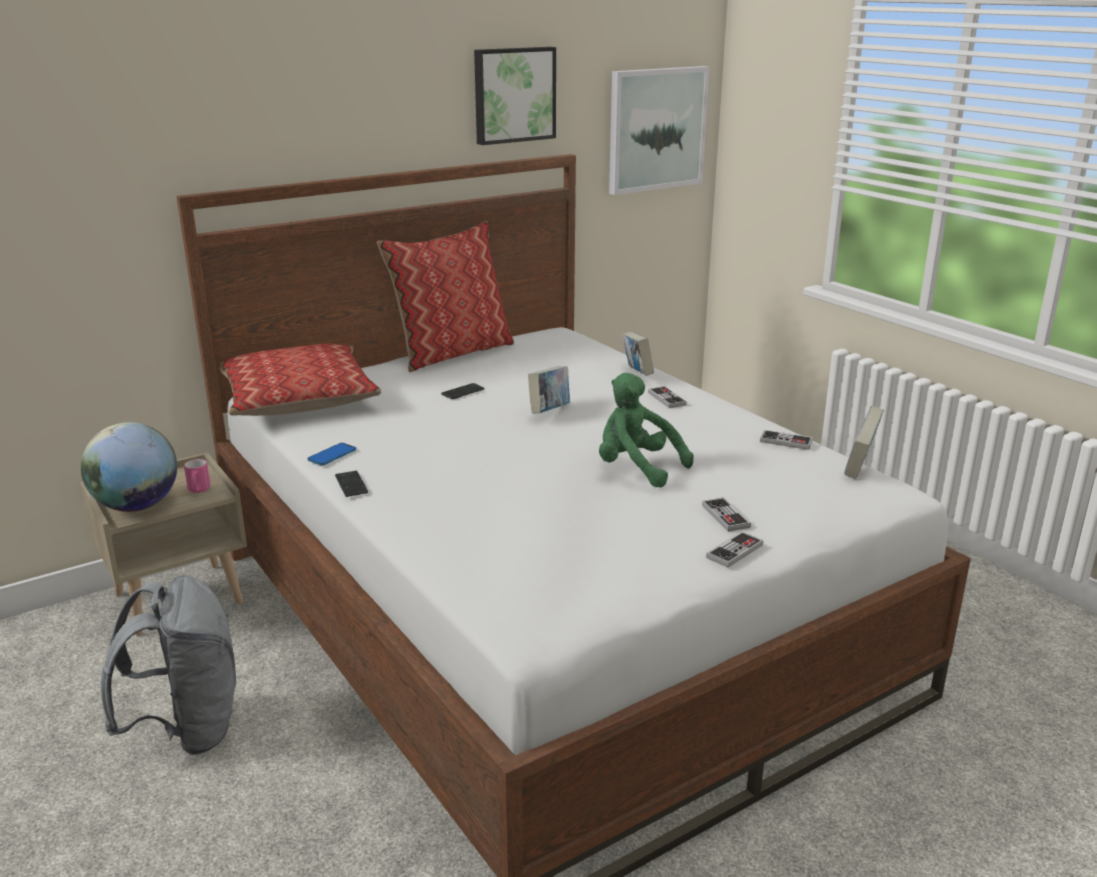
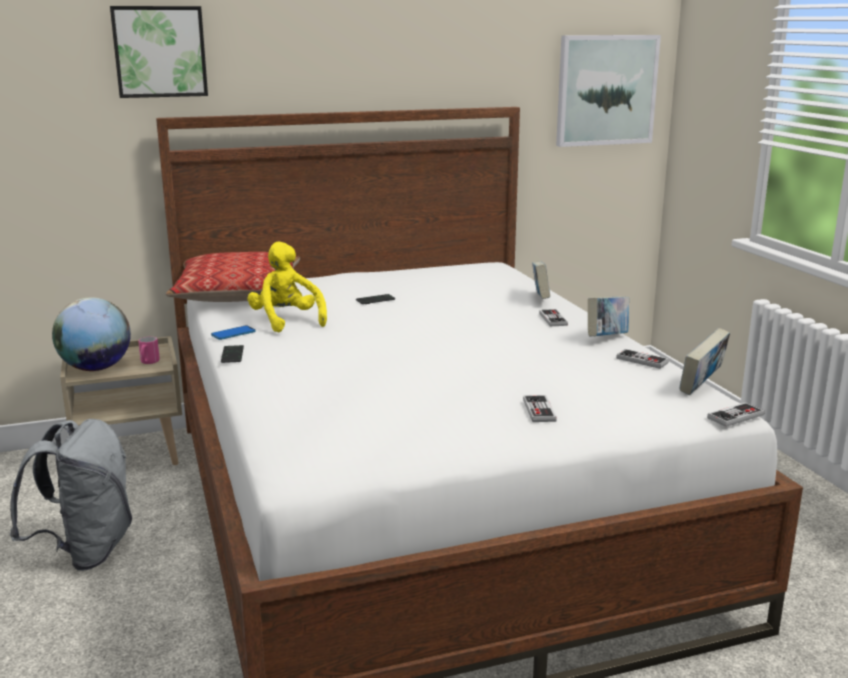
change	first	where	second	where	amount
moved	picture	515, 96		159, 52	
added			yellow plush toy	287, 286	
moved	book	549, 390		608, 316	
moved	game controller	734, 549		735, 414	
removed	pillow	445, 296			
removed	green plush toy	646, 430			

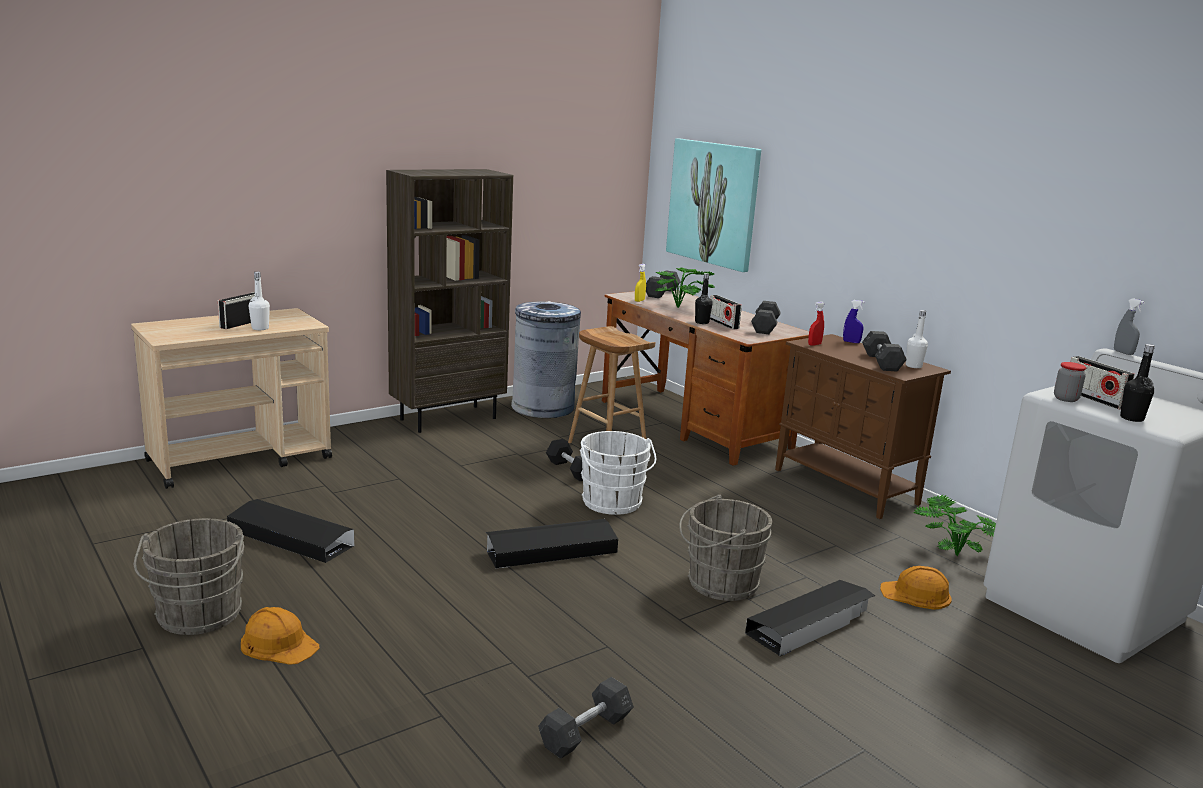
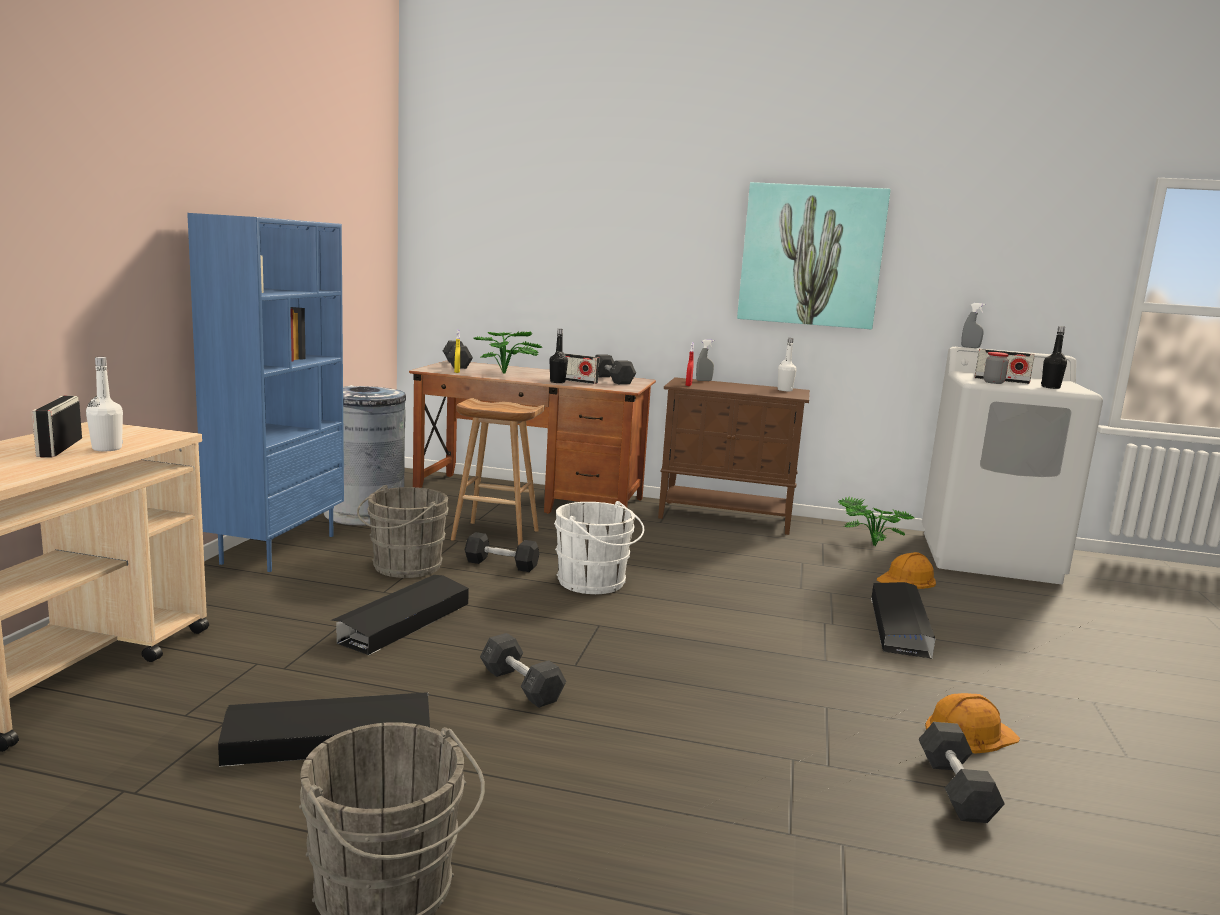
change	first	where	second	where	amount
recoloured	brown bookcase	449, 301	blue bookcase	265, 392	
moved	black storage box	552, 544		400, 615	
moved	grey bucket	725, 548		403, 531	
moved	grey dumbbell	884, 351		523, 670	
recoloured	blue spray bottle	854, 321	grey spray bottle	705, 360	
moved	picture	713, 205		814, 255	
moved	orange hard hat	280, 636		972, 723	

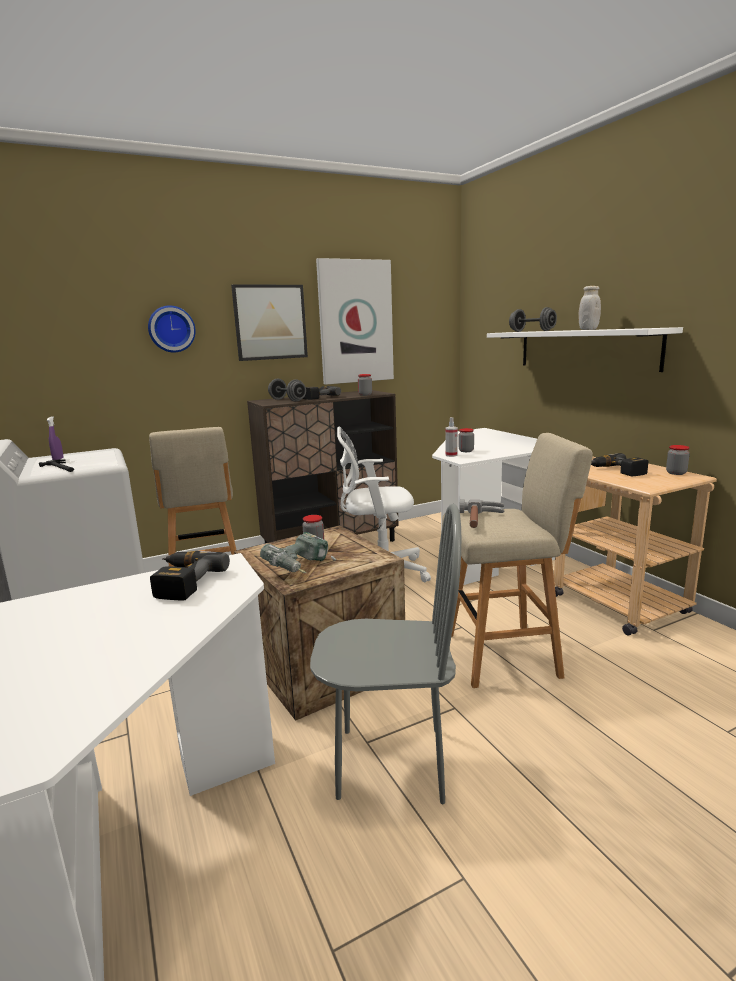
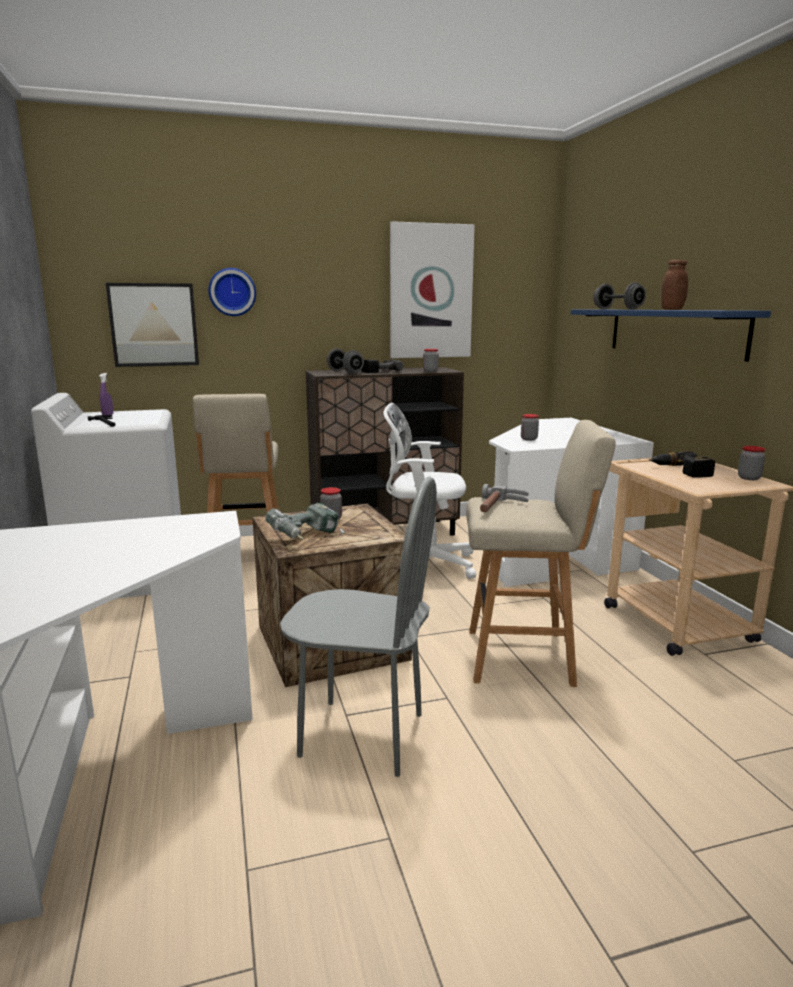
change	first	where	second	where	amount
moved	picture	269, 323		152, 325	
recoloured	white shelf	585, 349	blue shelf	671, 336	
recoloured	white jar	590, 308	brown jar	674, 285	
removed	power drill	190, 575			
removed	spray bottle	451, 437			

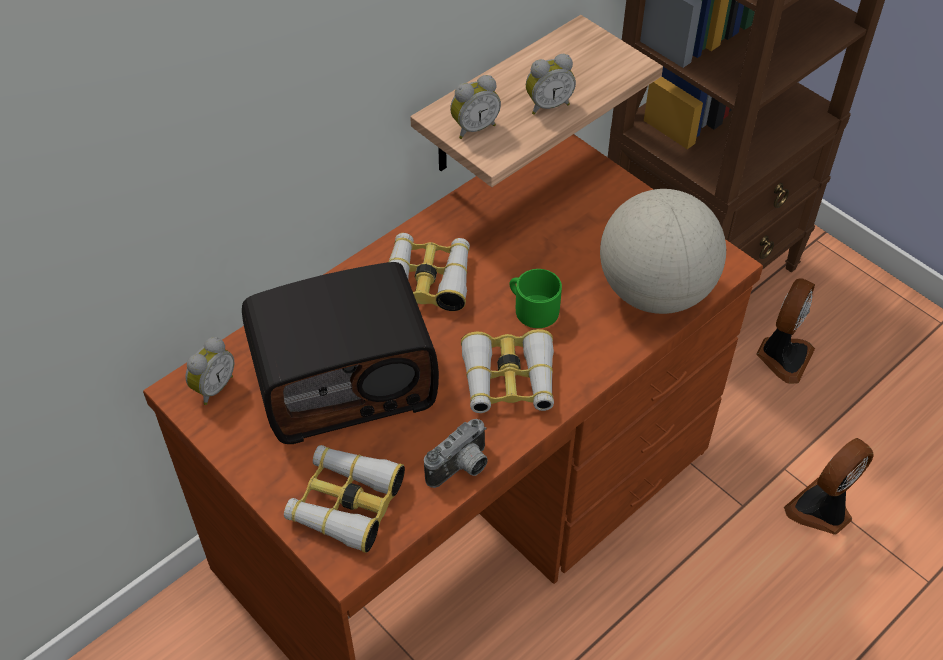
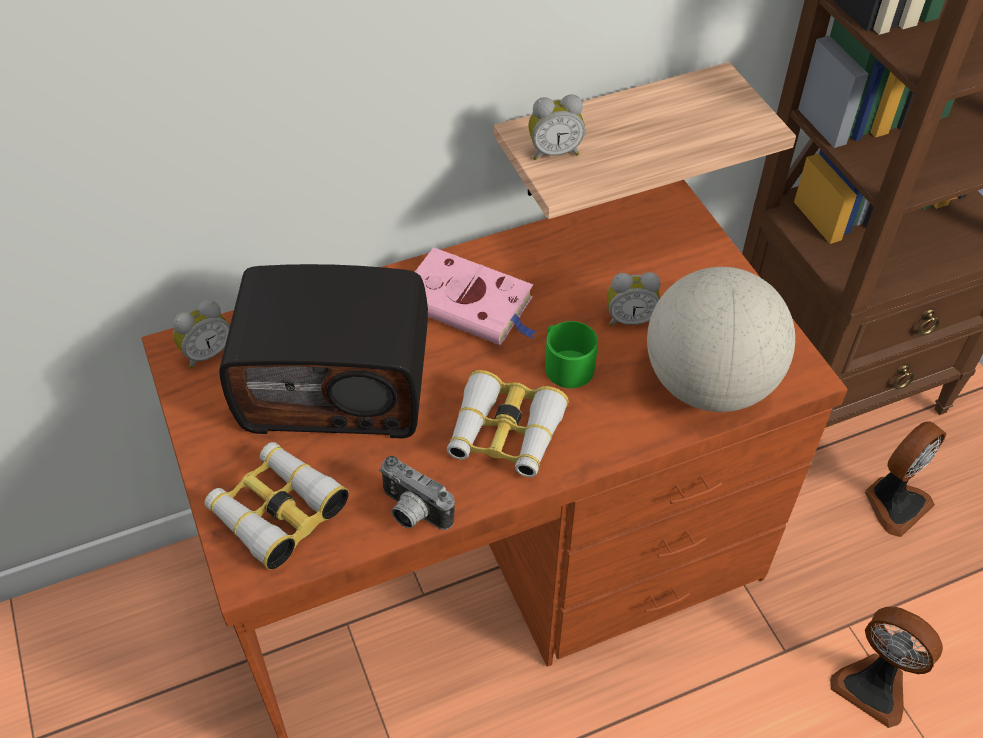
change	first	where	second	where	amount
turned	photo camera	456, 453		417, 493	60 degrees clockwise
replaced	binoculars	429, 272	pink book	475, 296	
moved	alarm clock	551, 84		633, 299	
turned	fan	829, 486		886, 667	120 degrees counterclockwise

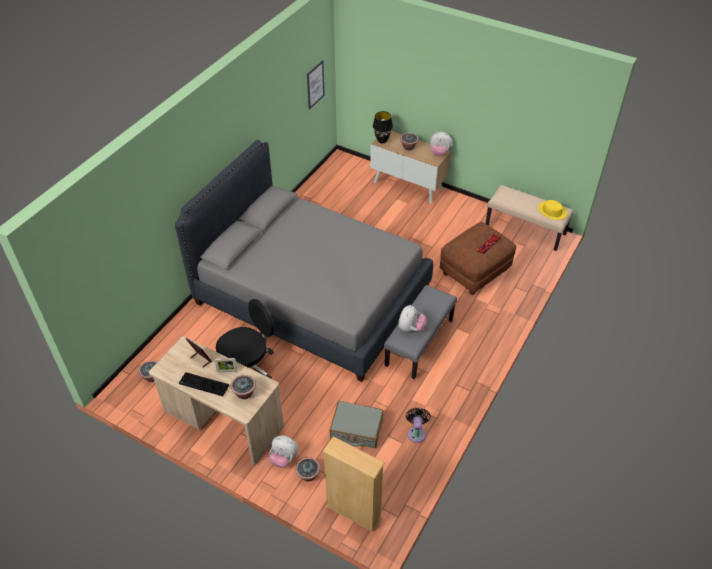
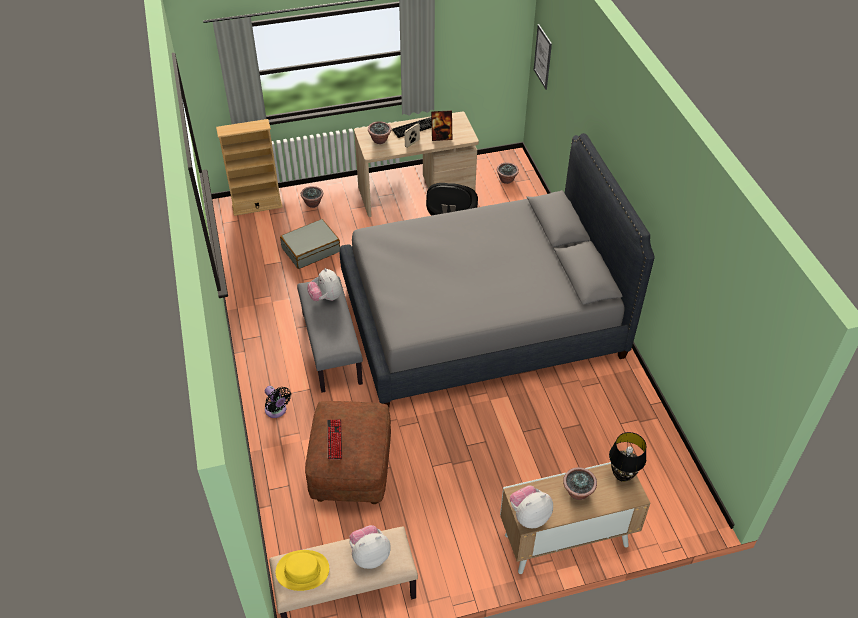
change	first	where	second	where	amount
moved	black fan	418, 425		278, 402	
moved	plush toy	283, 452		370, 547	
moved	picture	316, 85		543, 57	

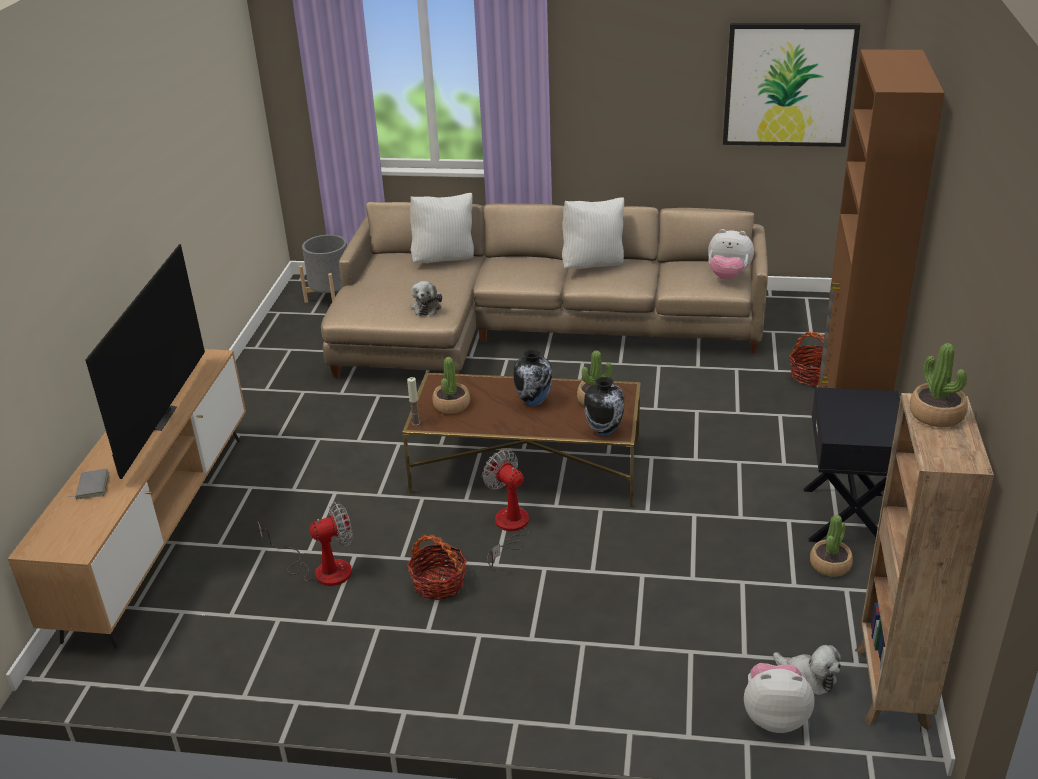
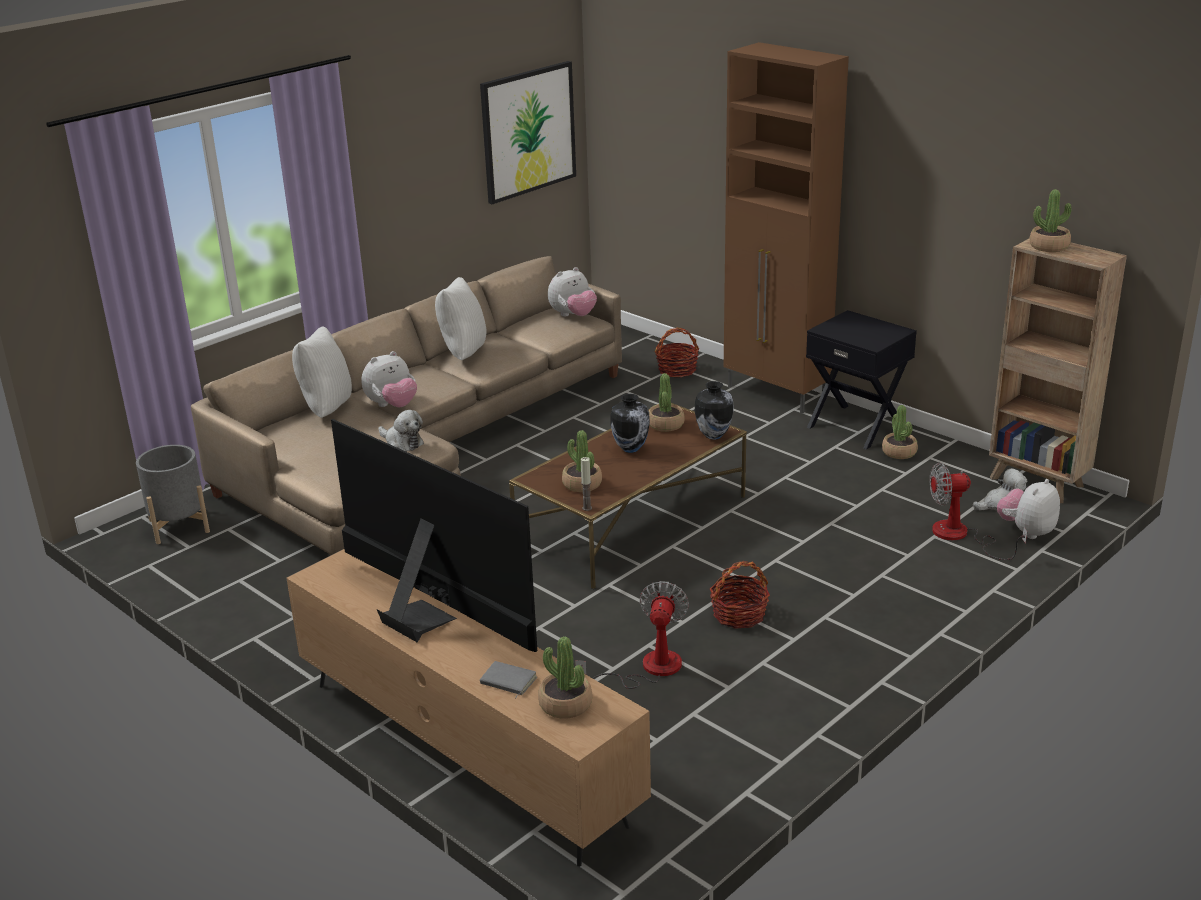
change	first	where	second	where	amount
added			plush toy	389, 379	
added			potted plant	565, 677	
moved	fan	506, 508		978, 511	

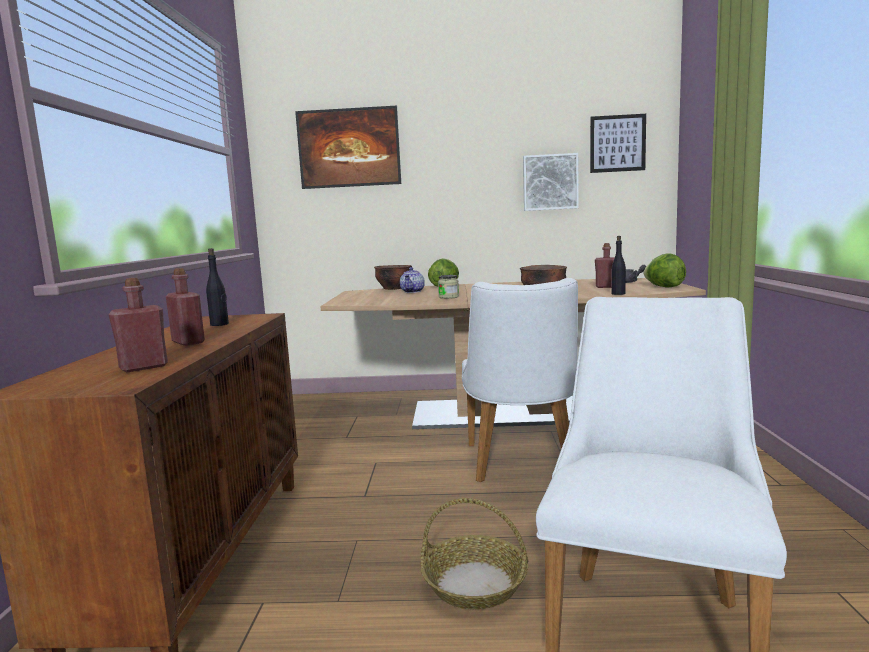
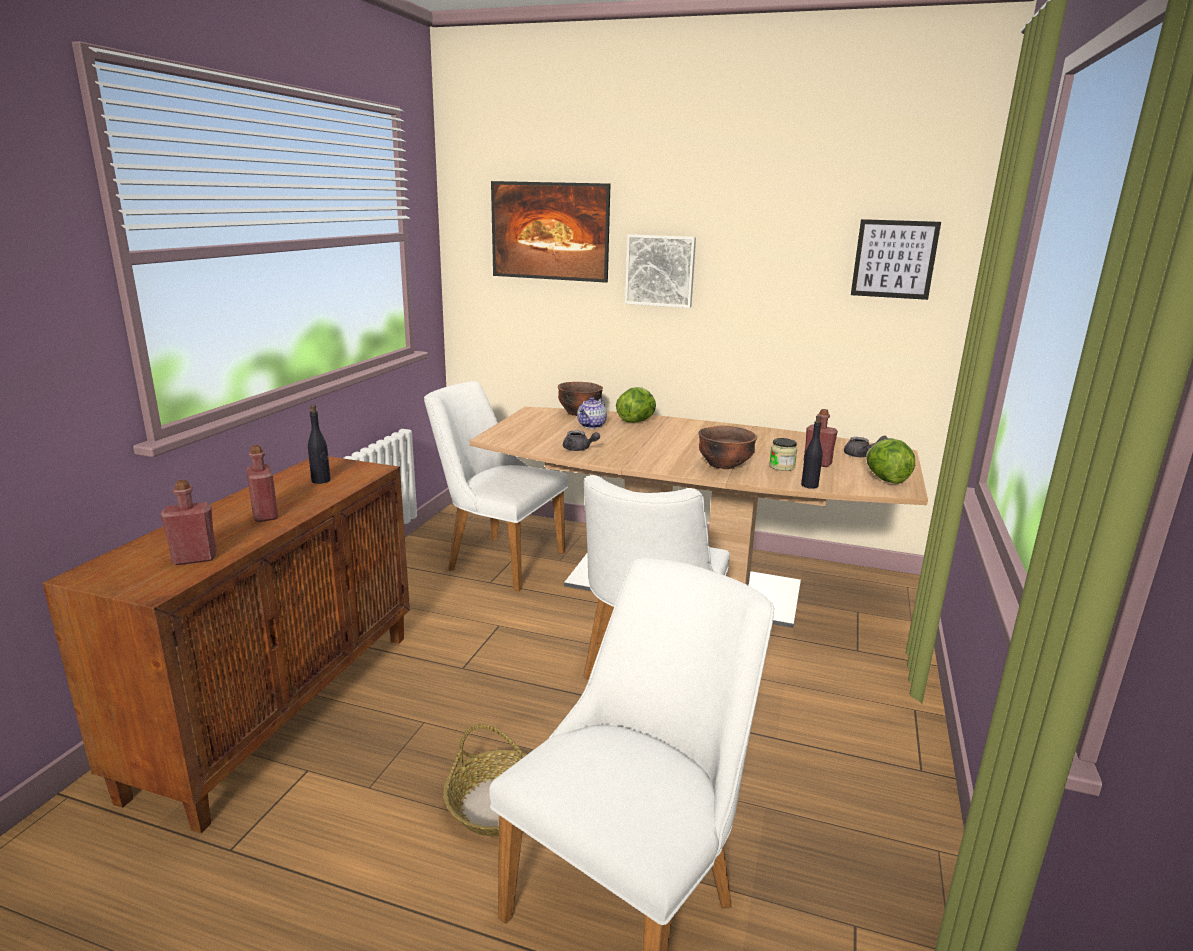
change	first	where	second	where	amount
added			white chair	496, 486	
added			grey teapot	581, 440	
moved	picture	551, 182		660, 271	
moved	jar	448, 287		783, 454	

